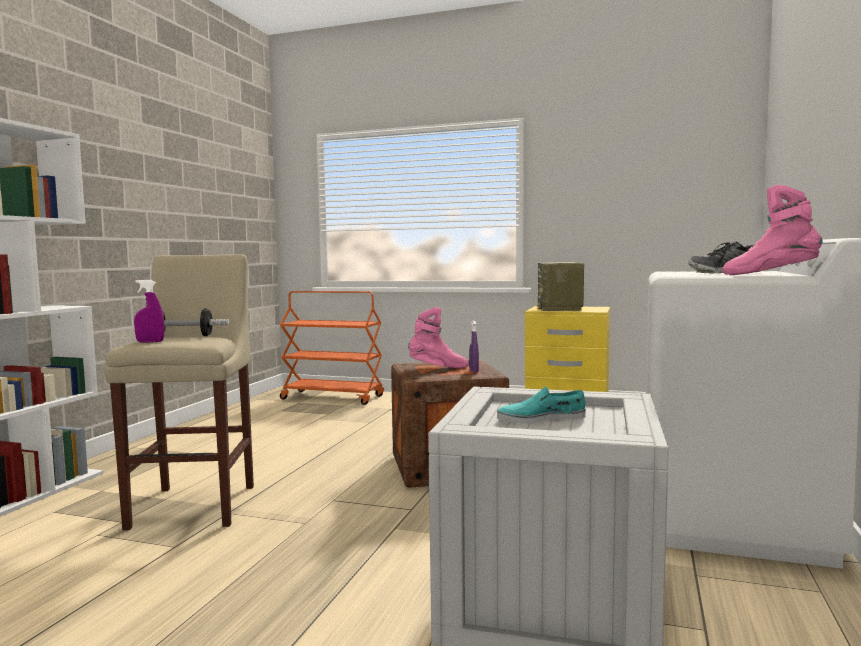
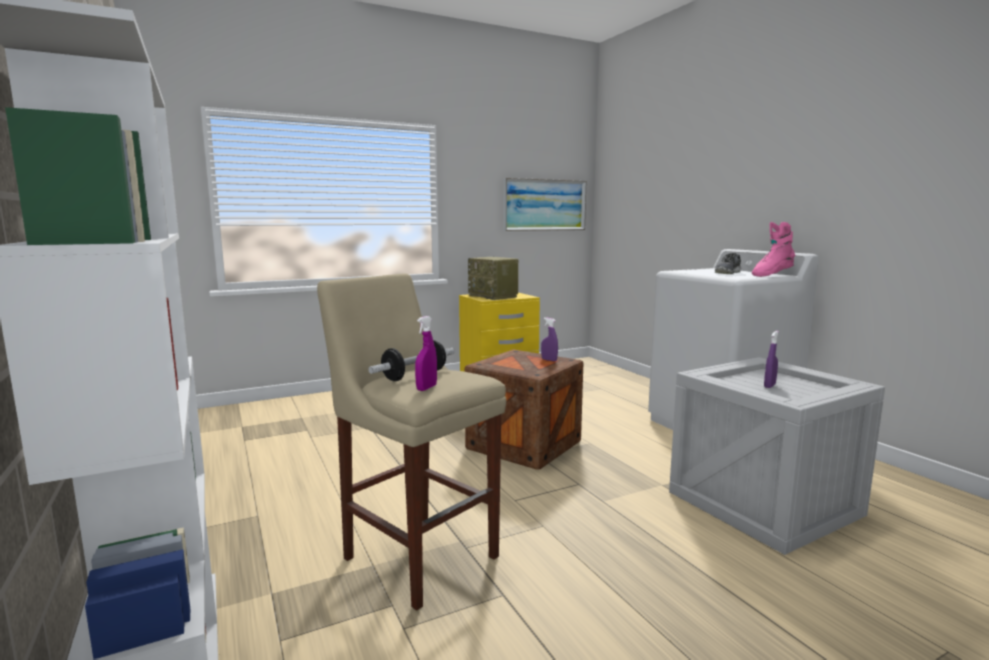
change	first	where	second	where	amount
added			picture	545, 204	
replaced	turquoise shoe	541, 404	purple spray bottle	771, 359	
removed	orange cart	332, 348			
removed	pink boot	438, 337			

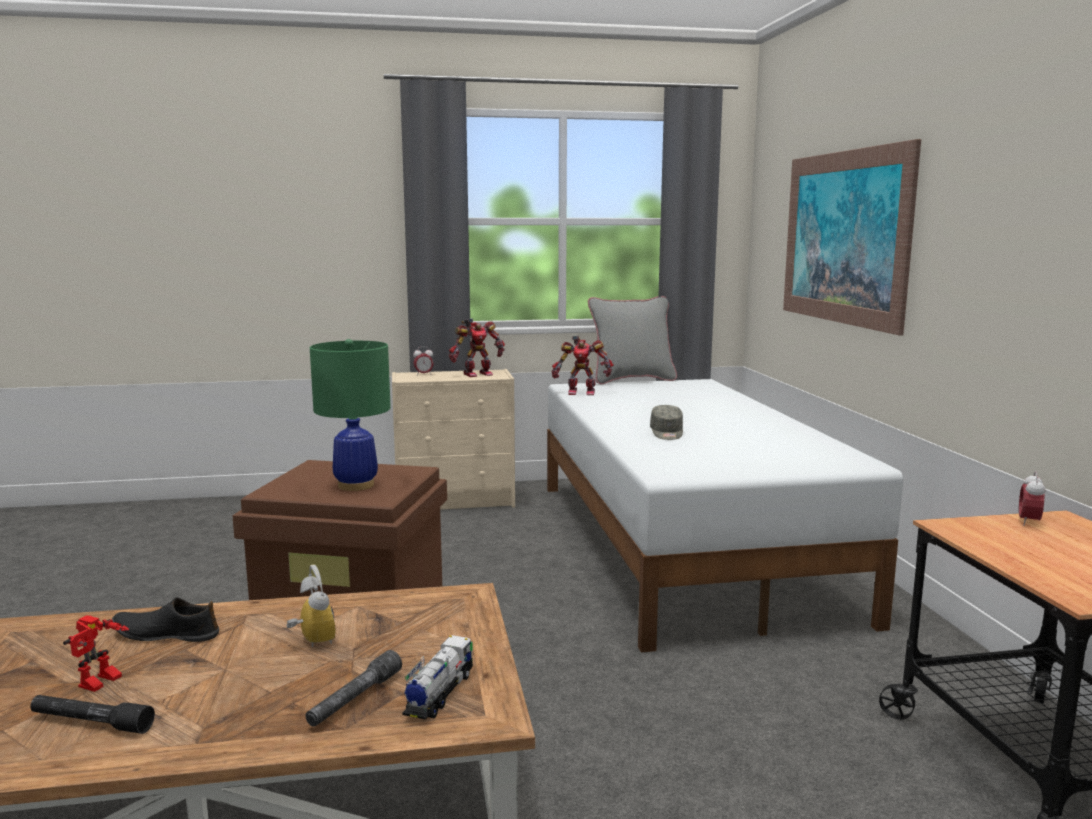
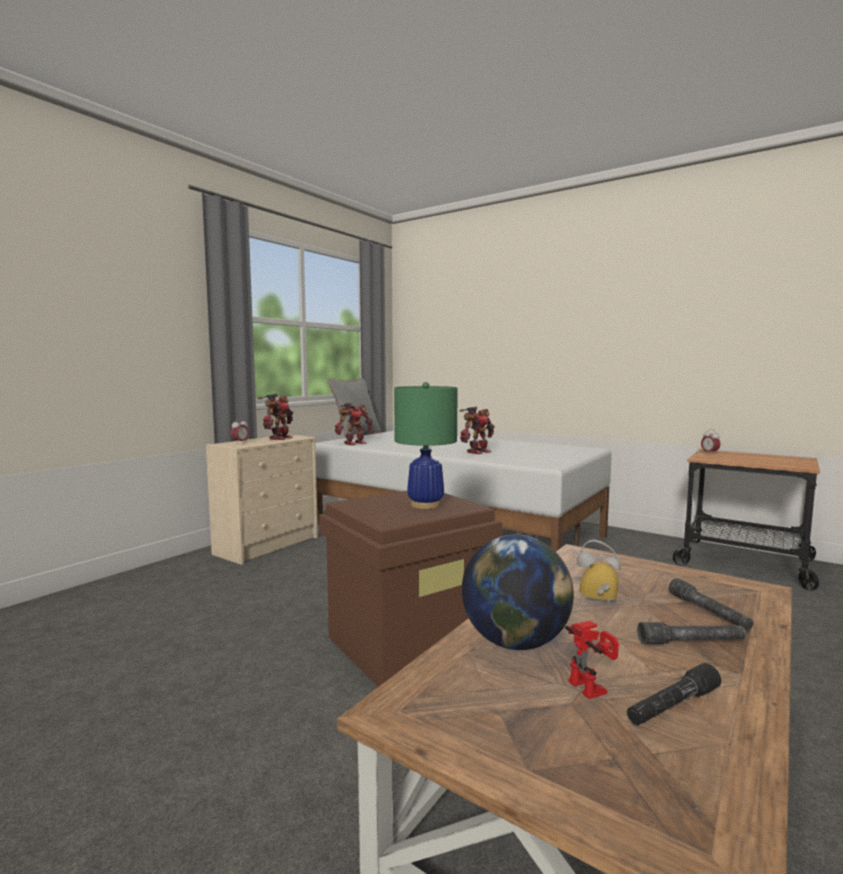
change	first	where	second	where	amount
replaced	grey cap	666, 422	toy robot	477, 430	
replaced	black shoe	165, 619	globe	518, 592	
added			grey flashlight	691, 633	
removed	toy truck	438, 677			
removed	picture	852, 237			

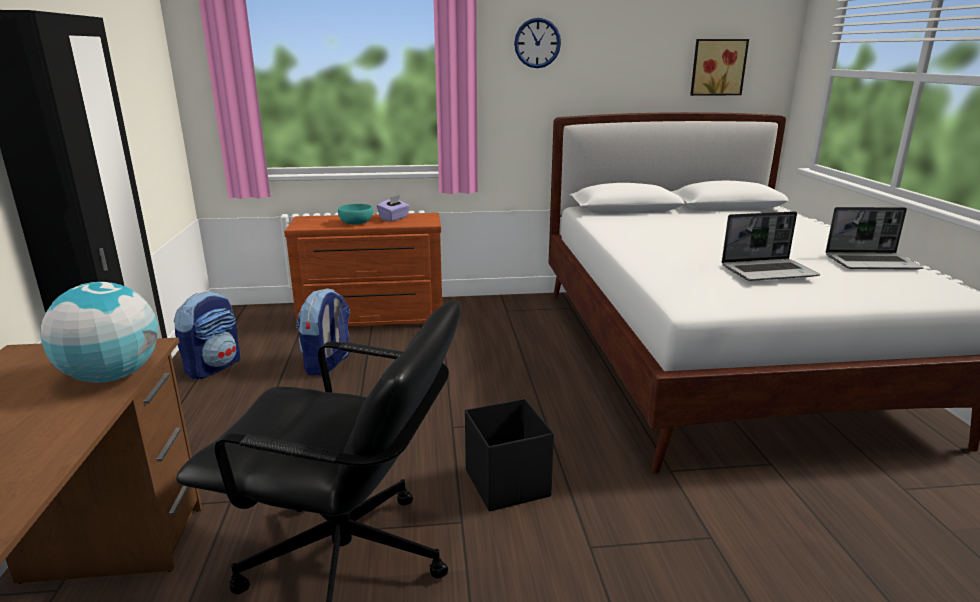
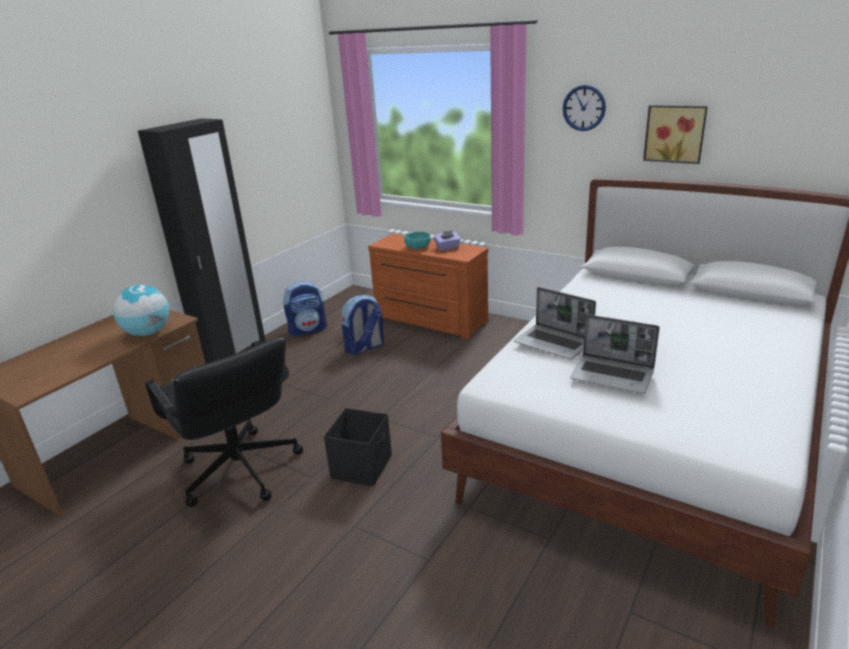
change	first	where	second	where	amount
moved	laptop	875, 238		555, 323	
moved	picture	719, 67		675, 134	

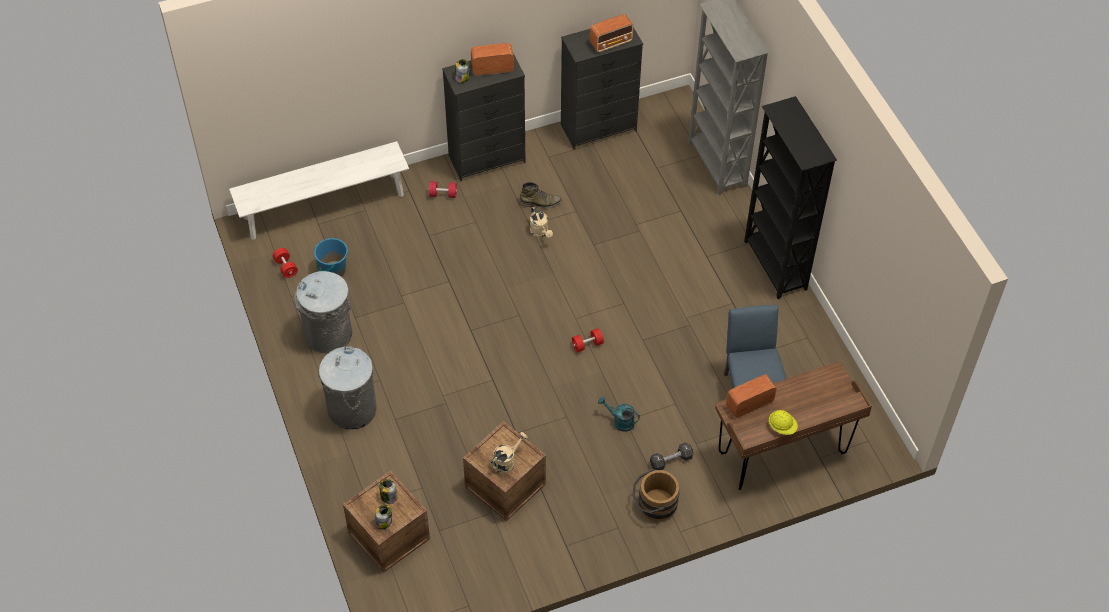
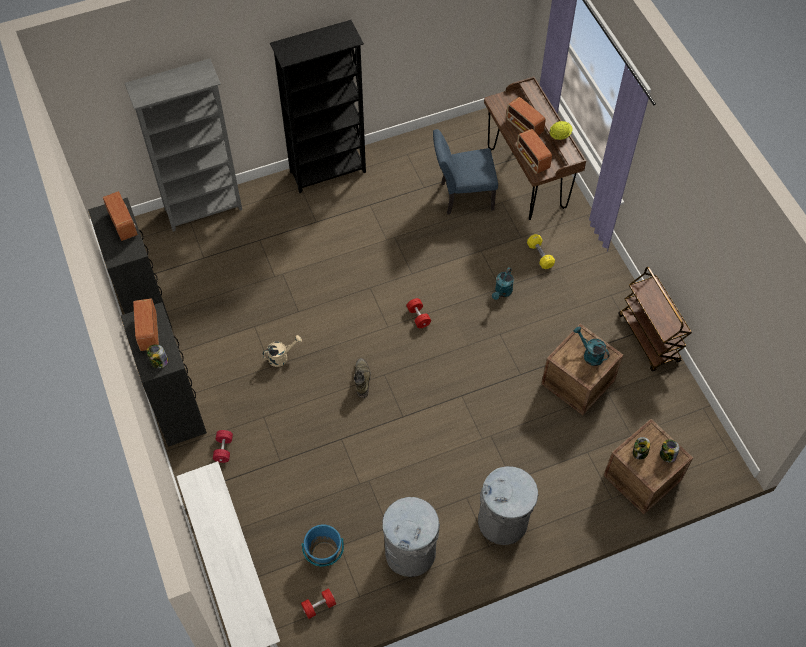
change	first	where	second	where	amount
moved	green boot	541, 195		362, 378	
added			radio	525, 116	
recoloured	black dumbbell	671, 456	yellow dumbbell	541, 251	
recoloured	beige watering can	509, 453	turquoise watering can	591, 346	
added			brown cart	655, 319	
removed	brown bucket	656, 495			

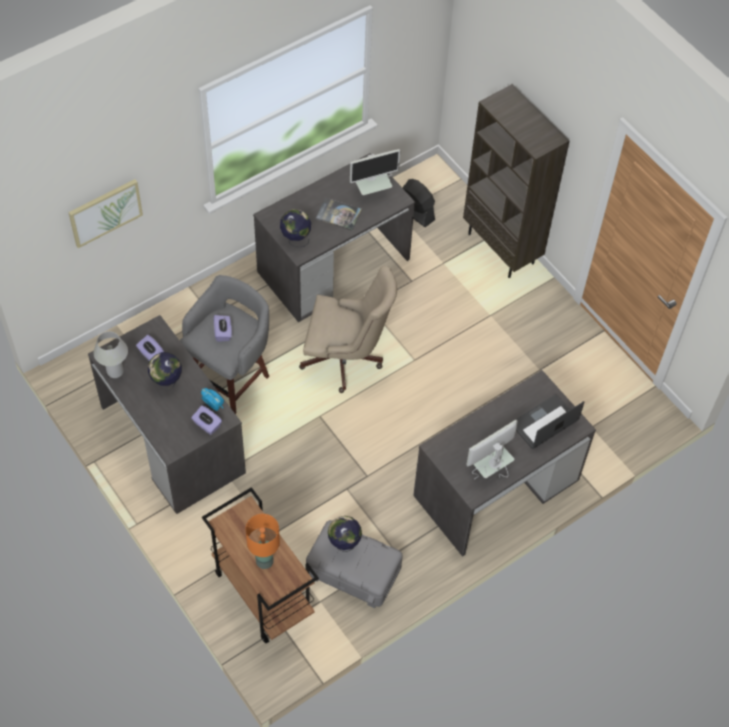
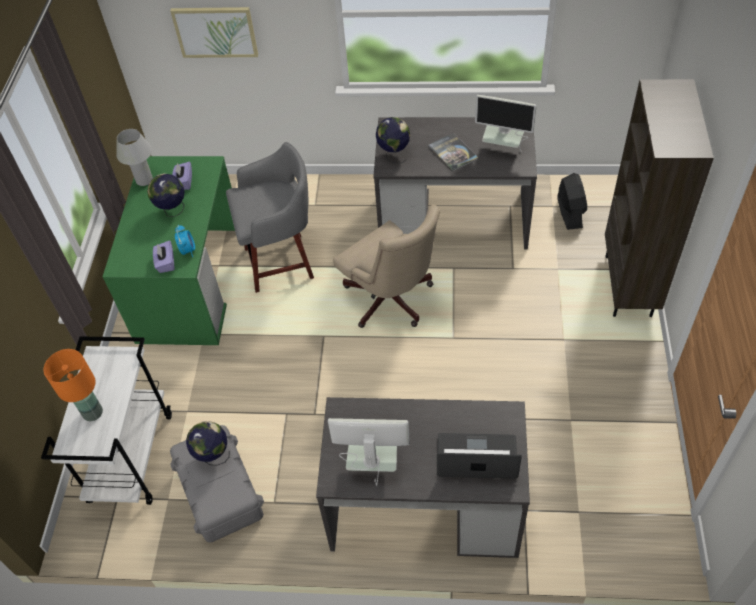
change	first	where	second	where	amount
recoloured	brown cart	260, 565	white cart	106, 420	
recoloured	grey desk	167, 414	green desk	168, 250	
removed	purple tissue box	223, 328			

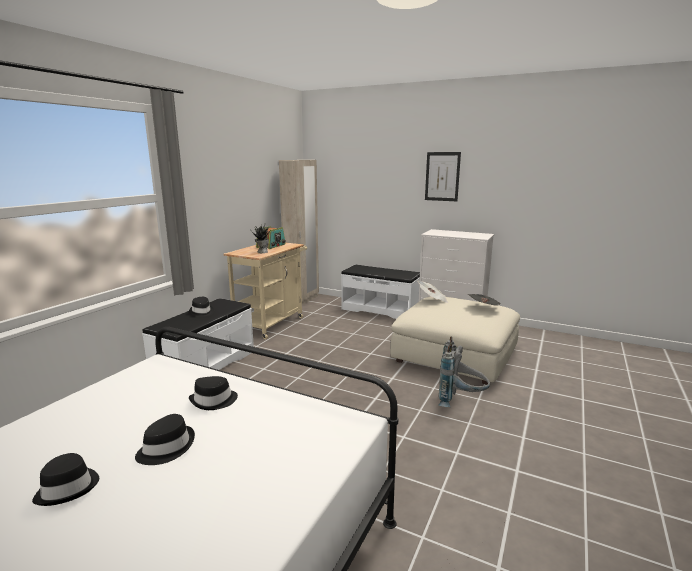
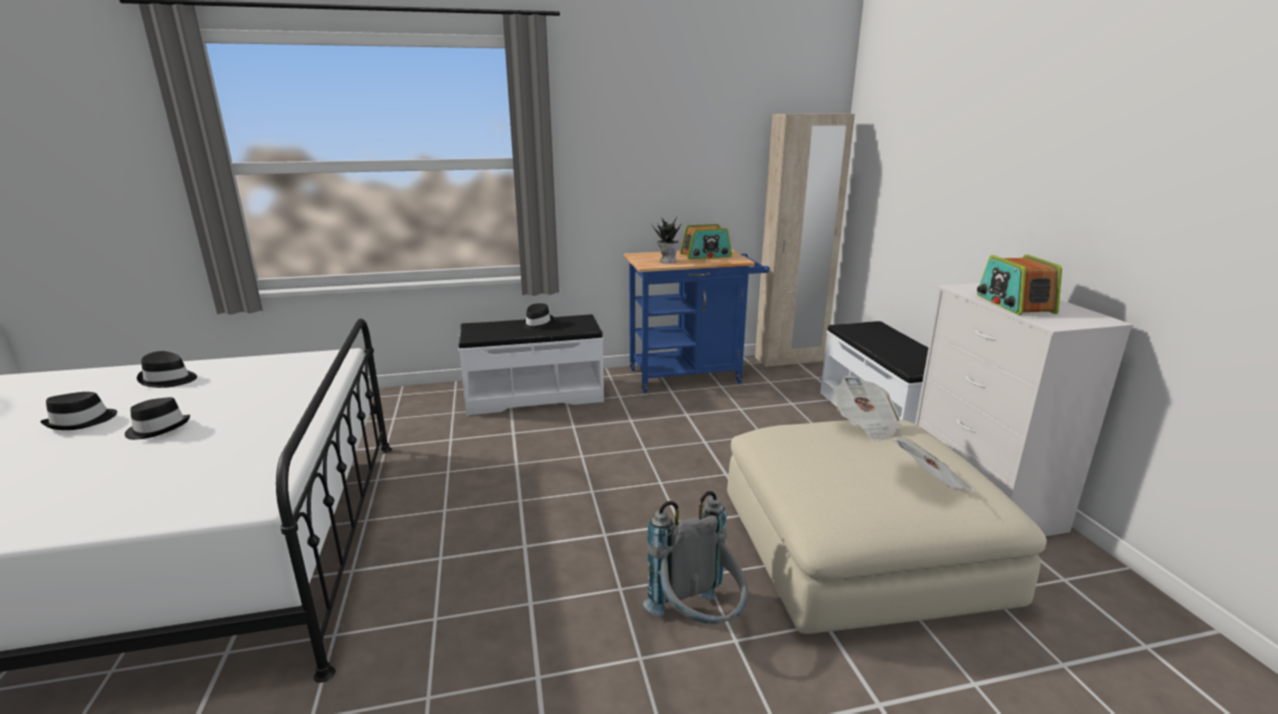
change	first	where	second	where	amount
moved	black hat	213, 393		167, 369	
recoloured	beige cart	265, 291	blue cart	697, 321	
added			radio	1019, 285	
removed	picture	443, 176			

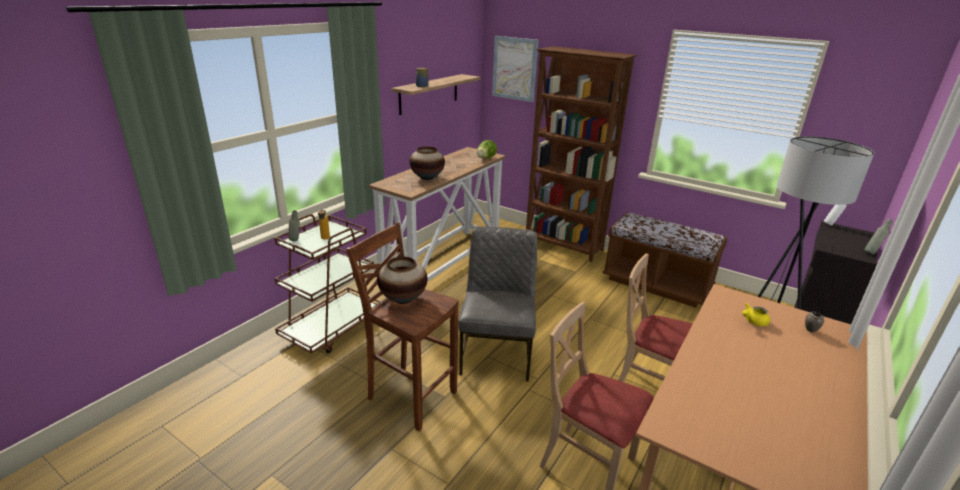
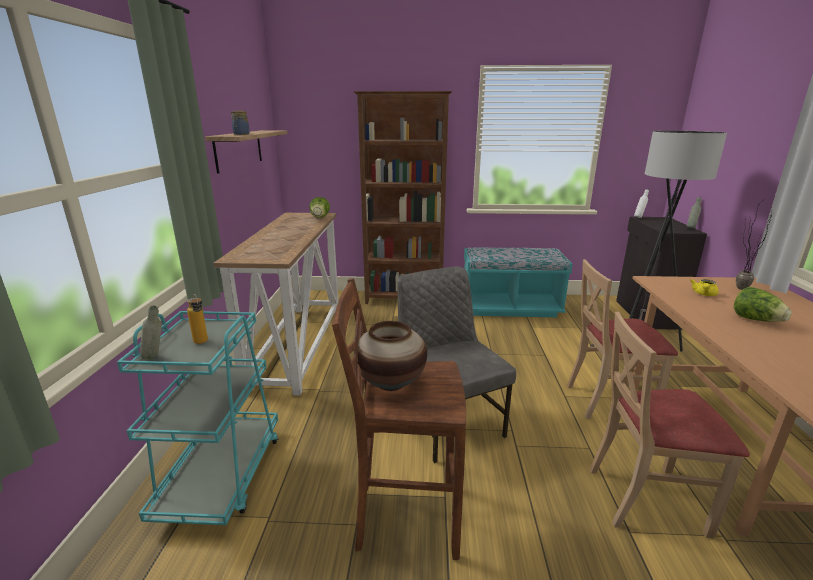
change	first	where	second	where	amount
recoloured	brown cart	327, 283	turquoise cart	197, 418	
recoloured	brown bench	665, 260	turquoise bench	518, 282	
added			lettuce	763, 304	
removed	vase	427, 163			
removed	picture	515, 69			

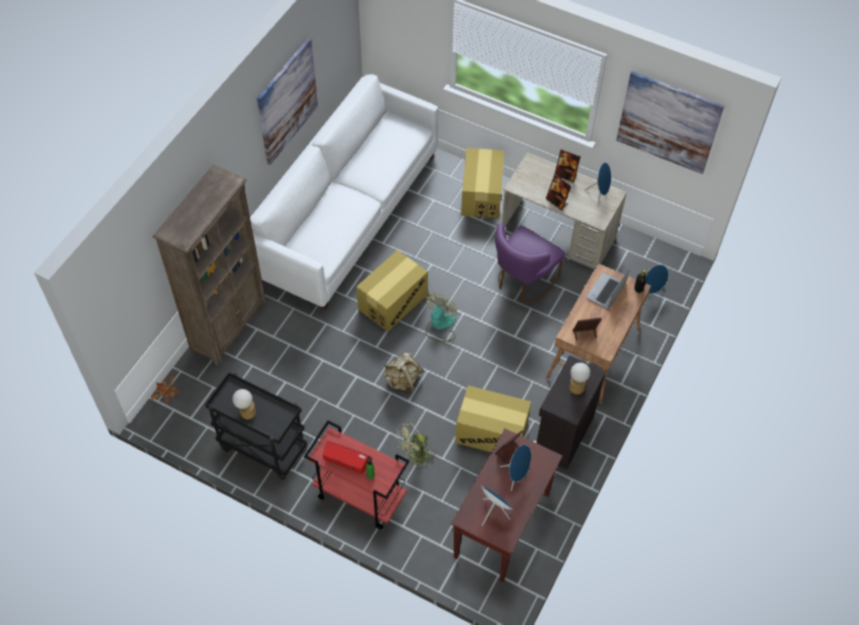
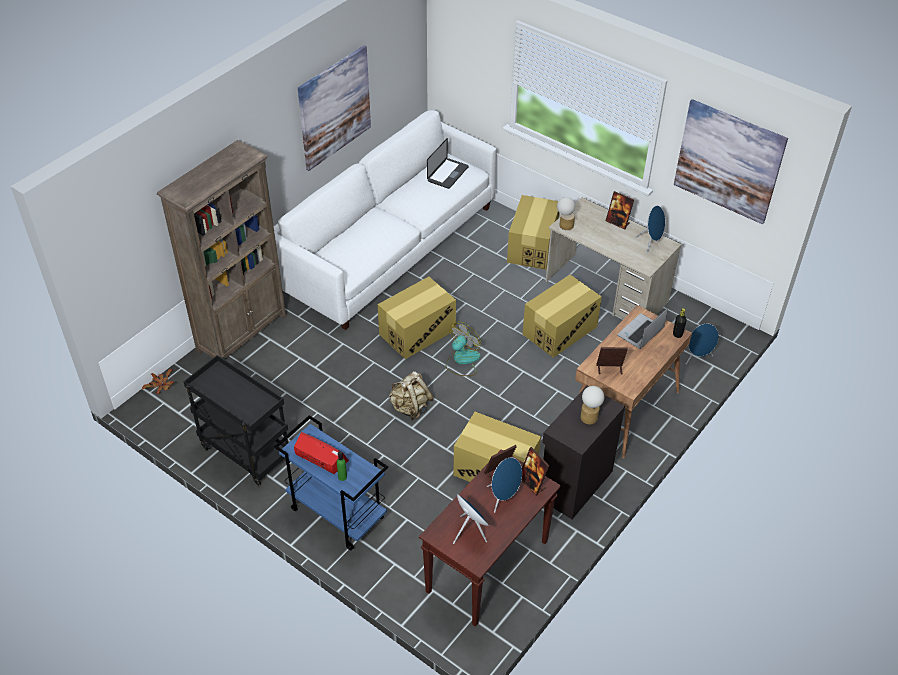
change	first	where	second	where	amount
recoloured	red cart	357, 475	blue cart	331, 482	
added			laptop	448, 163	
moved	picture frame	558, 192		535, 471	
replaced	purple chair	530, 263	cardboard box	562, 316	
moved	table lamp	244, 404		566, 213	
removed	green fan	415, 446			

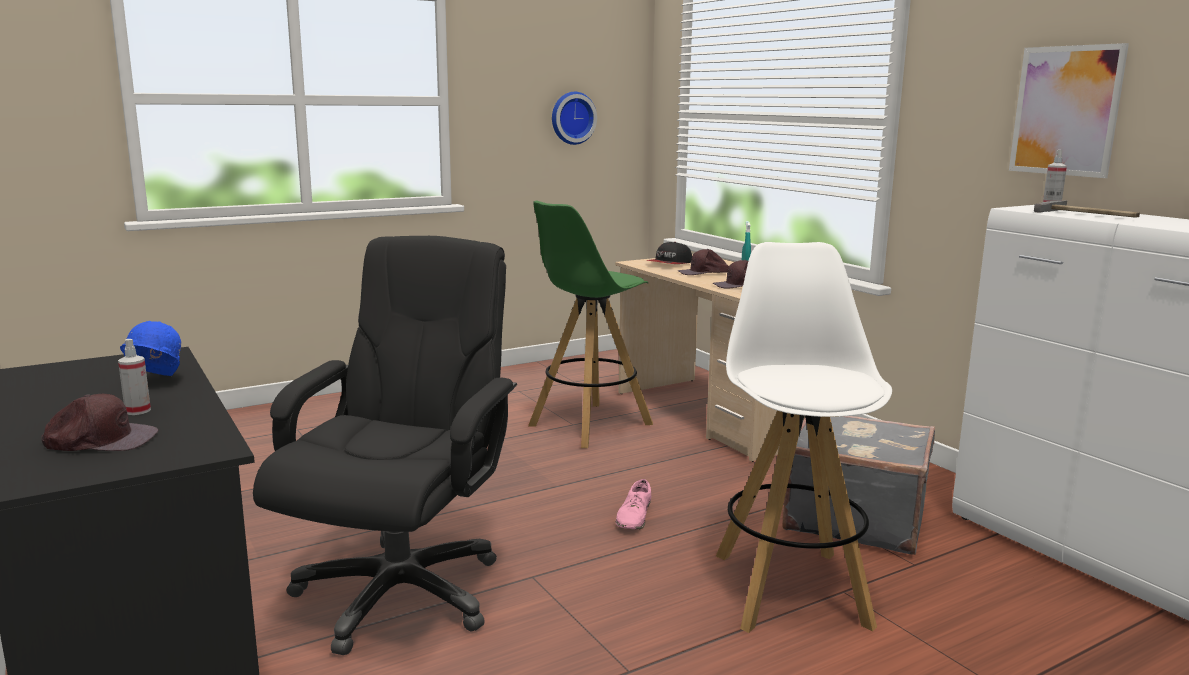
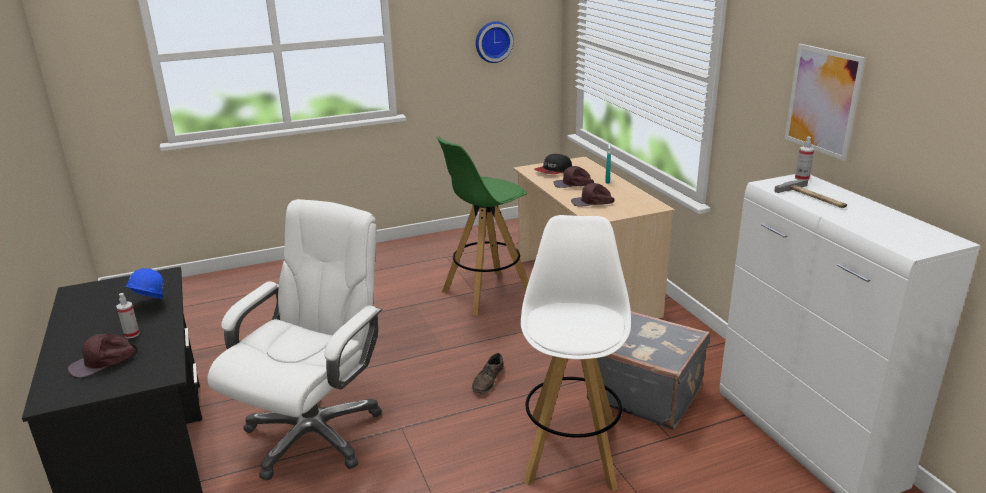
change	first	where	second	where	amount
turned	brown cap	99, 422		103, 356	135 degrees clockwise
recoloured	black office chair	385, 445	white office chair	294, 339	
recoloured	pink shoe	633, 504	brown shoe	488, 373	

